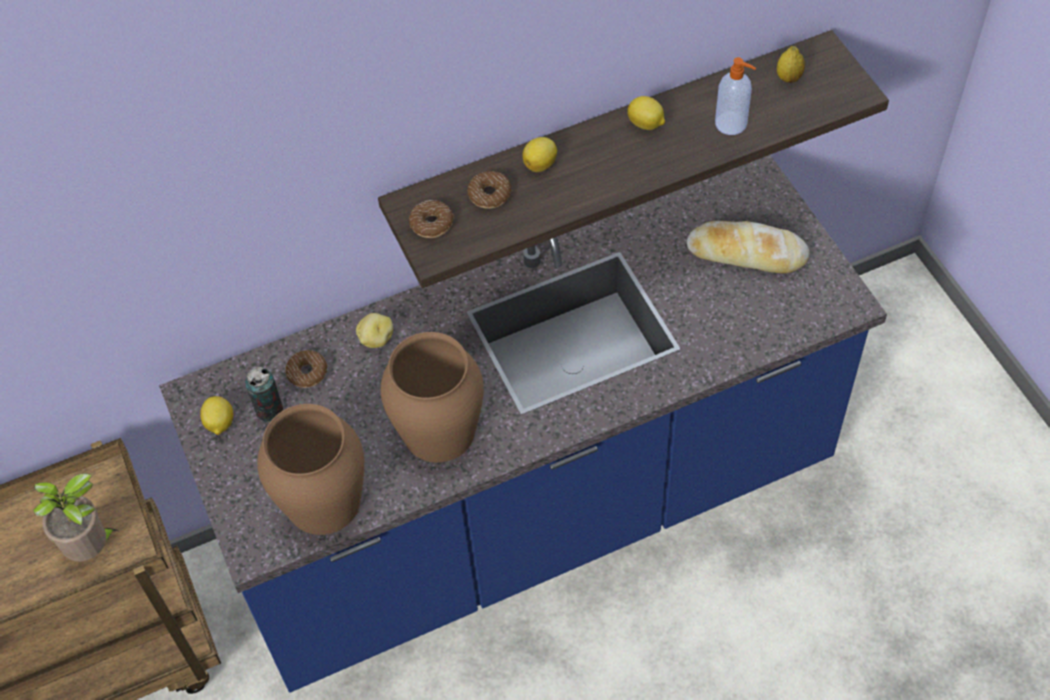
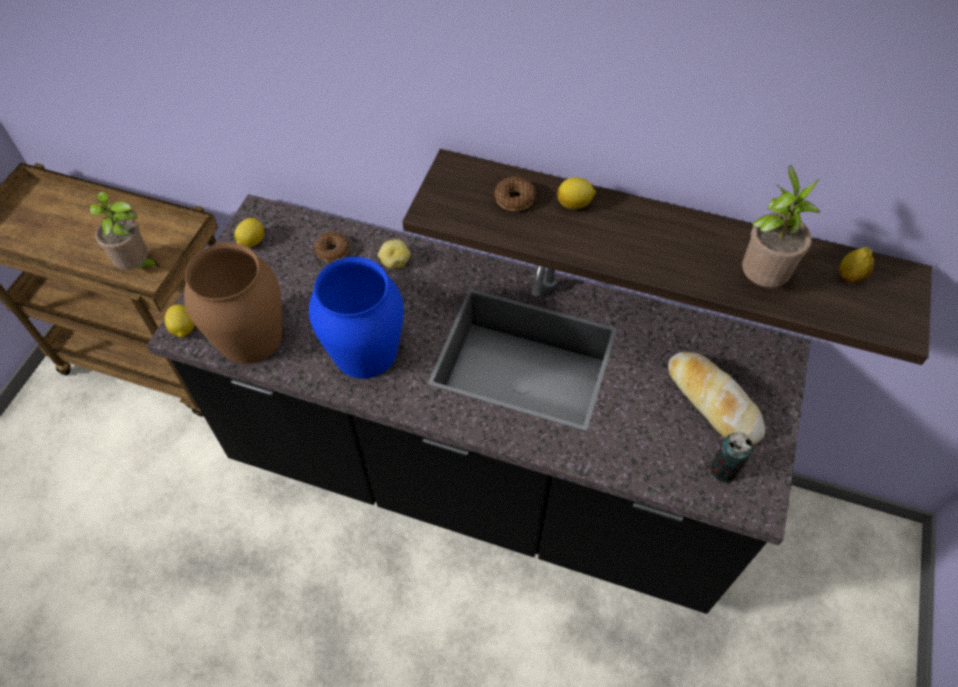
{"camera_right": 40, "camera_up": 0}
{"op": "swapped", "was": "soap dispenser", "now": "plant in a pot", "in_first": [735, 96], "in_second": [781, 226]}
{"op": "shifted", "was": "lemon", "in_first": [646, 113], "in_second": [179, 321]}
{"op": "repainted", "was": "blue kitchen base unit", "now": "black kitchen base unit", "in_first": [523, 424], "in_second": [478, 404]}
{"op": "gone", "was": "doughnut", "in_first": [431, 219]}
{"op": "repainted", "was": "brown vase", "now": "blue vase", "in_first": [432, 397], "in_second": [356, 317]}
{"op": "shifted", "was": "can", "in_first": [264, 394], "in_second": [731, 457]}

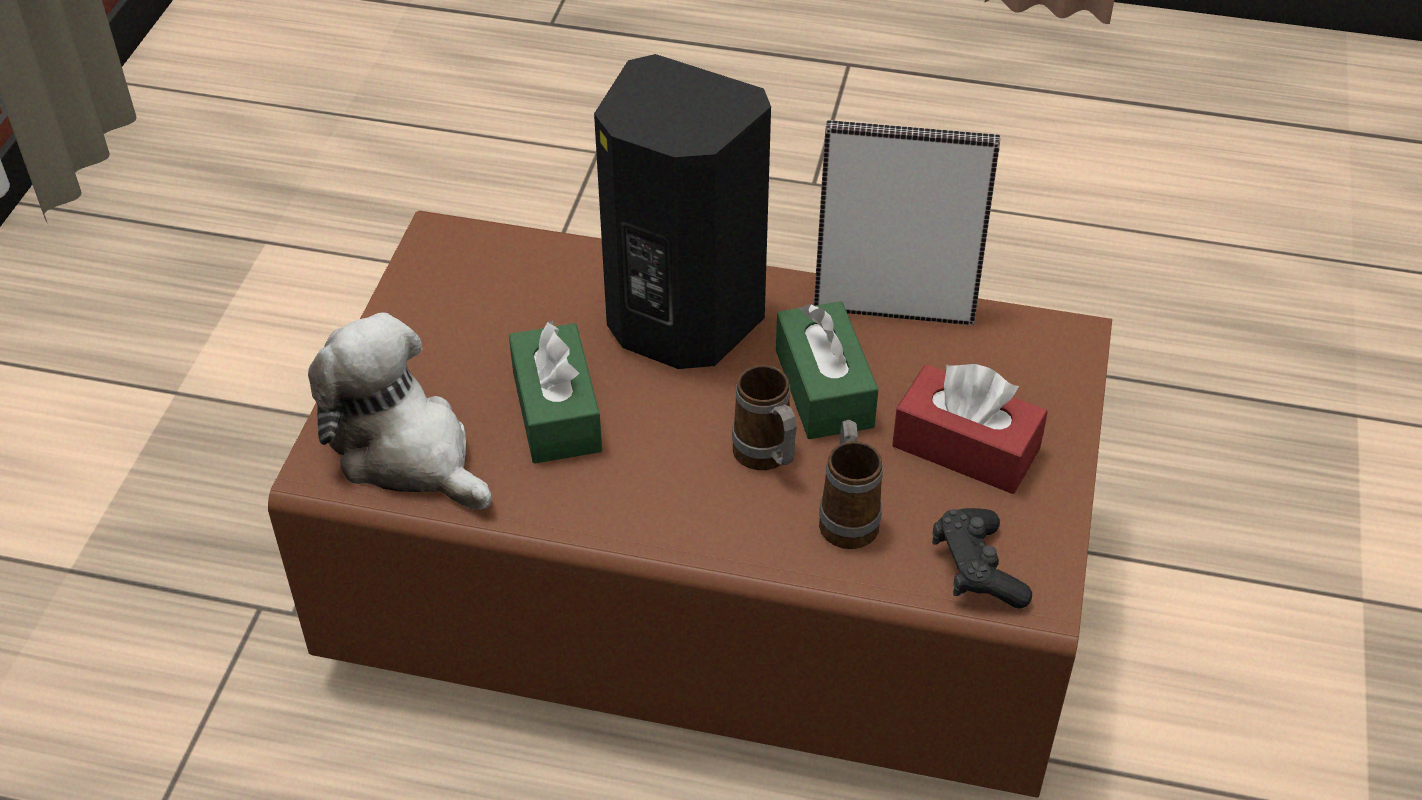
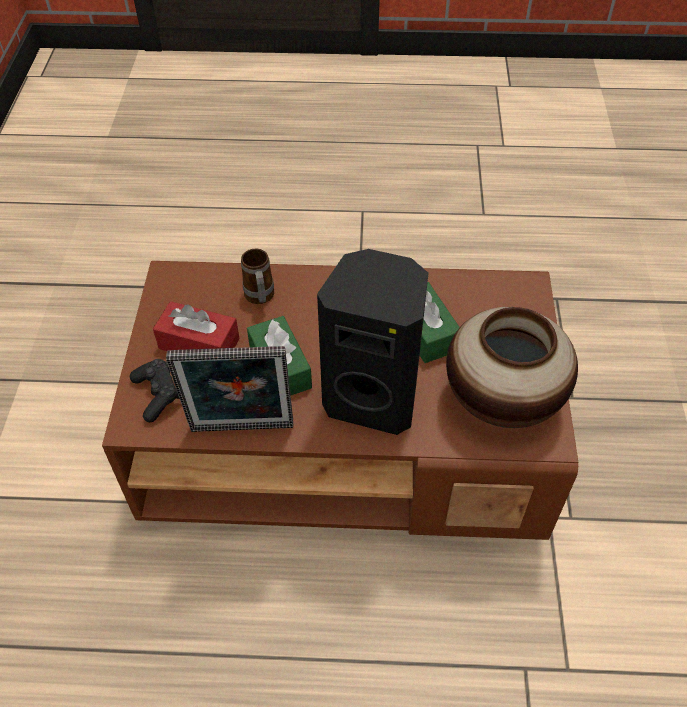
{"camera_right": 170, "camera_up": 5}
{"op": "gone", "was": "soft toy", "in_first": [400, 411]}
{"op": "gone", "was": "tea mug", "in_first": [764, 417]}
{"op": "shifted", "was": "black joypad", "in_first": [982, 558], "in_second": [155, 390]}
{"op": "new", "now": "vase", "in_second": [512, 367]}

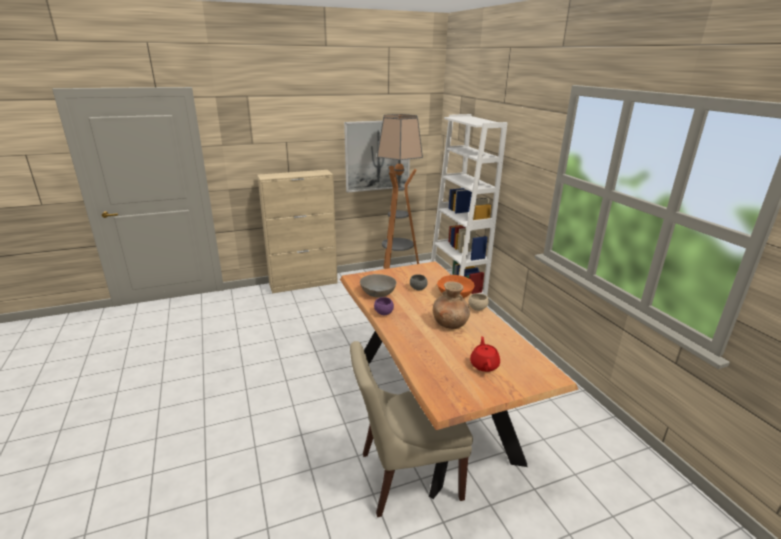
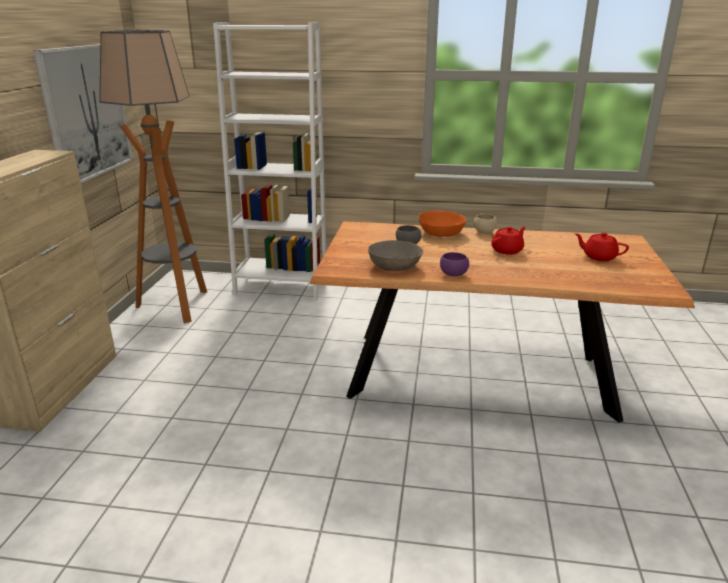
{"camera_right": -60, "camera_up": 0}
{"op": "swapped", "was": "brown vase", "now": "red-coloured tea pot", "in_first": [451, 305], "in_second": [508, 240]}
{"op": "gone", "was": "sand-coloured plain chair", "in_first": [411, 429]}

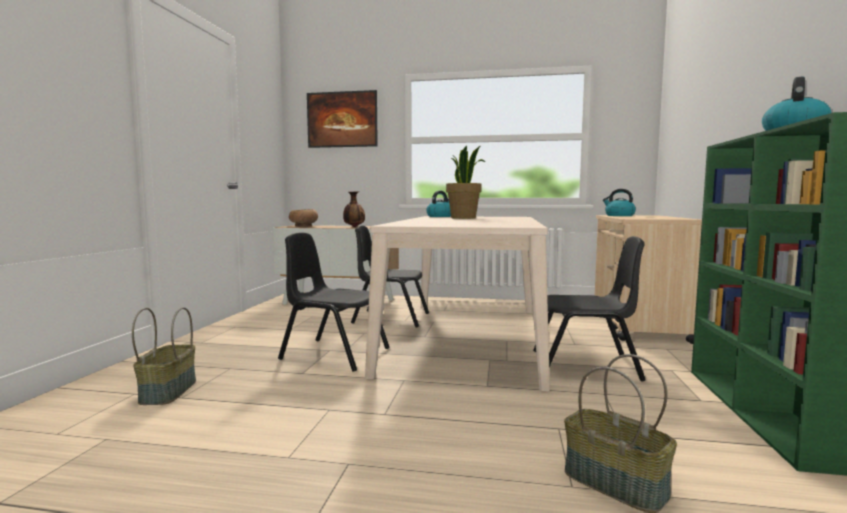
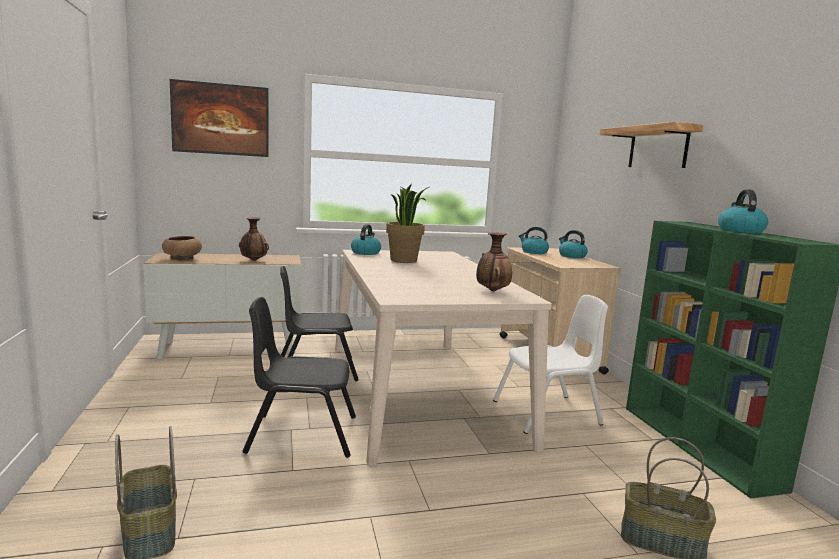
{"camera_right": -25, "camera_up": 5}
{"op": "repainted", "was": "black plain chair", "now": "white-coloured plain chair", "in_first": [589, 308], "in_second": [550, 364]}
{"op": "new", "now": "wall shelf", "in_second": [651, 145]}
{"op": "new", "now": "water kettle", "in_second": [573, 244]}
{"op": "new", "now": "vase", "in_second": [494, 262]}

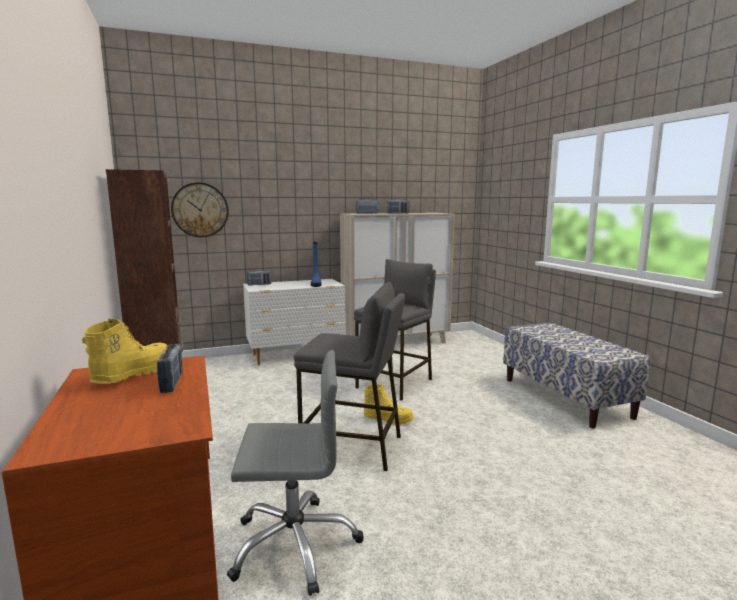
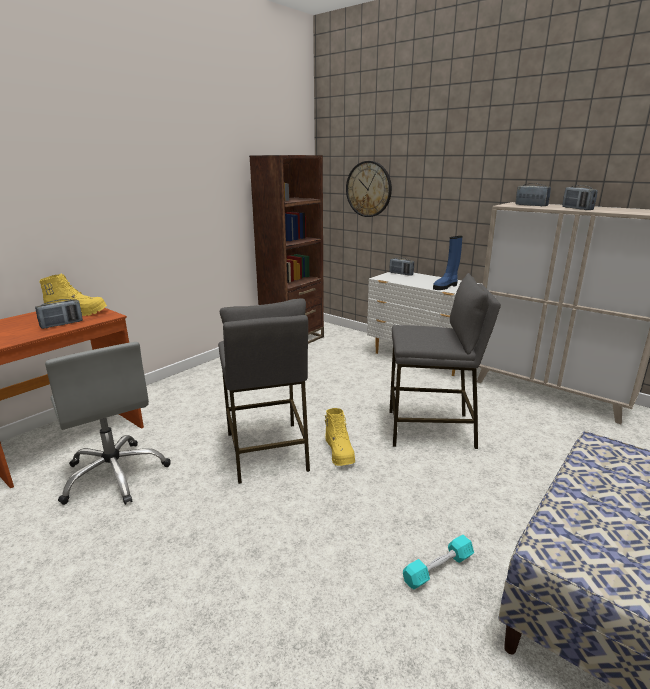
{"camera_right": 60, "camera_up": 10}
{"op": "new", "now": "turquoise-coloured hand weight", "in_second": [438, 562]}

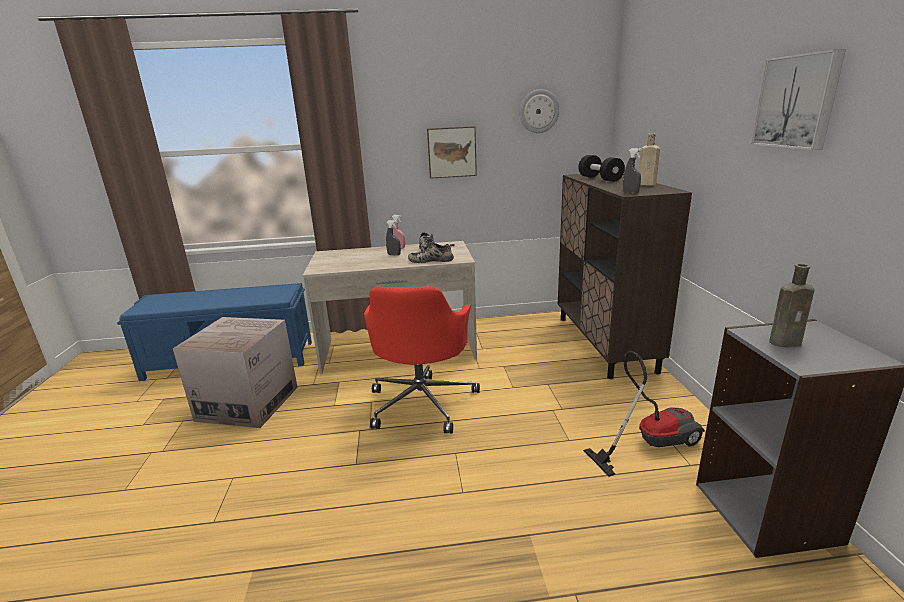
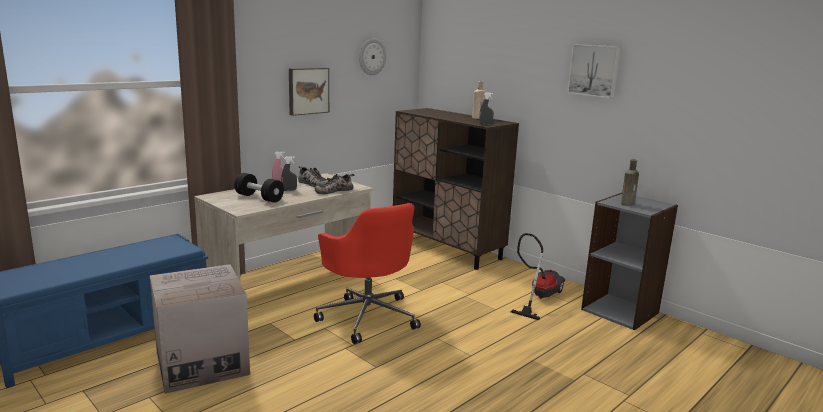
{"camera_right": -40, "camera_up": -5}
{"op": "shifted", "was": "black hand weight", "in_first": [601, 168], "in_second": [259, 188]}

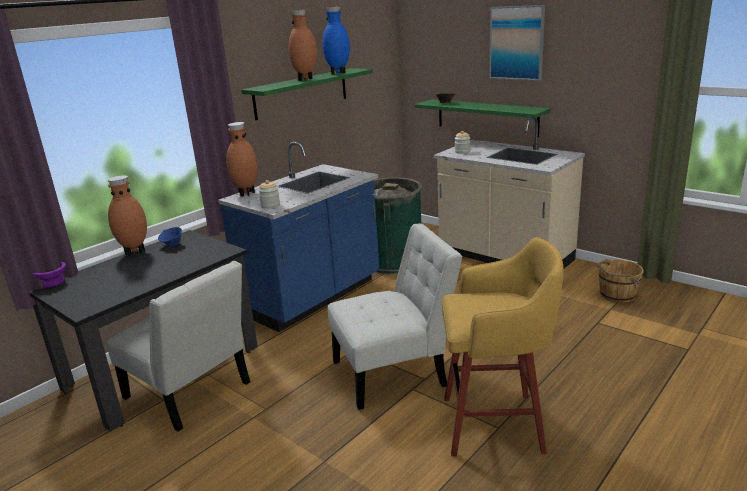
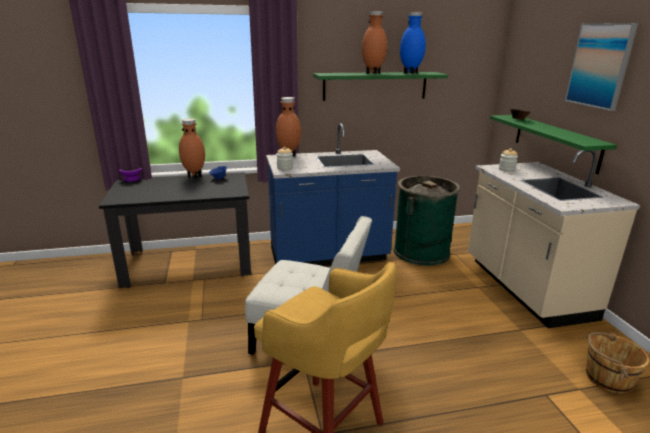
{"camera_right": 35, "camera_up": 0}
{"op": "gone", "was": "white-coloured plain chair", "in_first": [178, 346]}

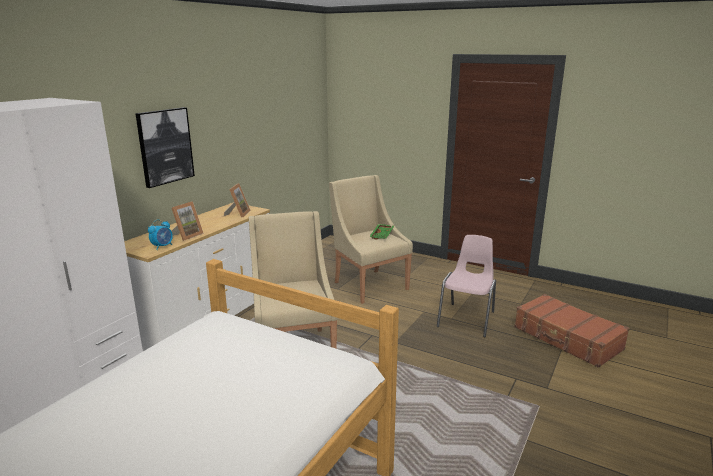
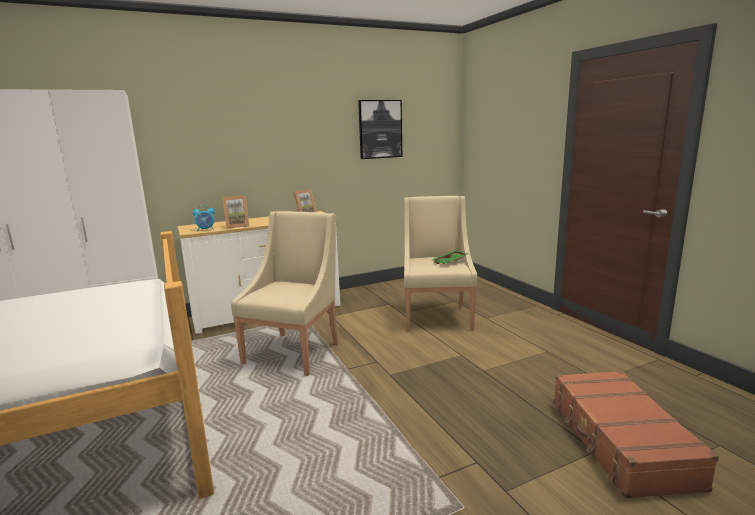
{"camera_right": 35, "camera_up": -5}
{"op": "shifted", "was": "picture", "in_first": [165, 147], "in_second": [380, 129]}
{"op": "gone", "was": "pink plain chair", "in_first": [466, 286]}

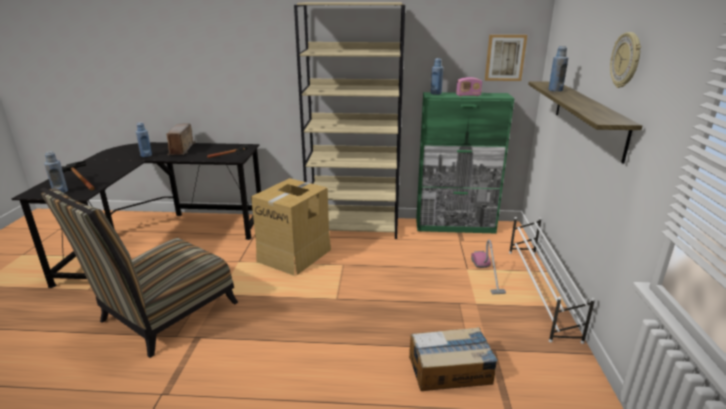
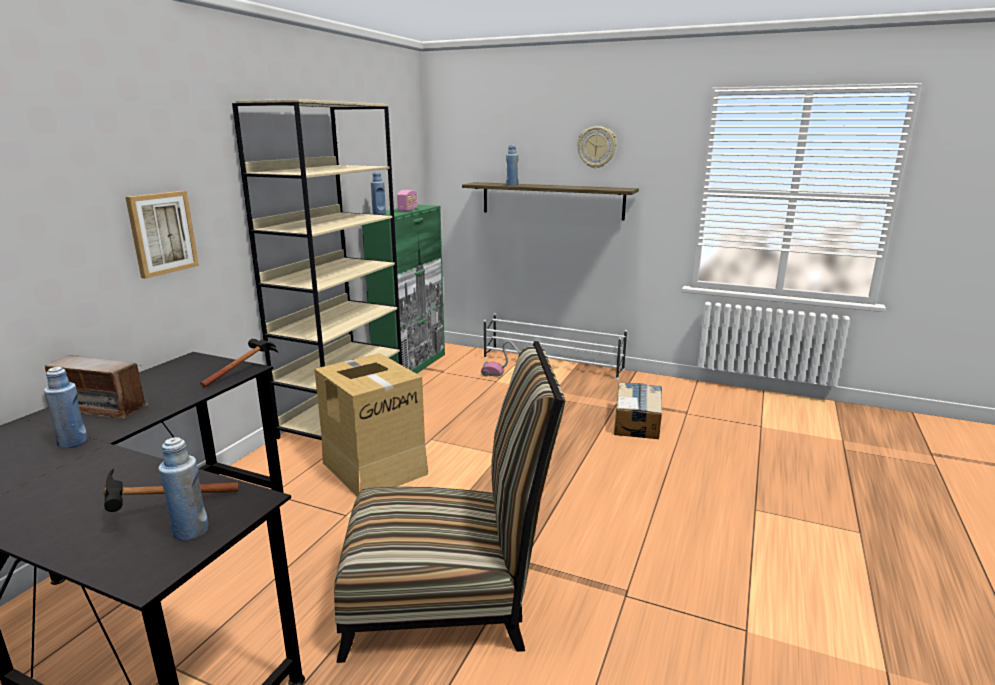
{"camera_right": -70, "camera_up": -5}
{"op": "shifted", "was": "picture", "in_first": [506, 58], "in_second": [162, 235]}
{"op": "rotated", "was": "plain chair", "in_first": [139, 273], "in_second": [449, 502], "clockwise": -60}

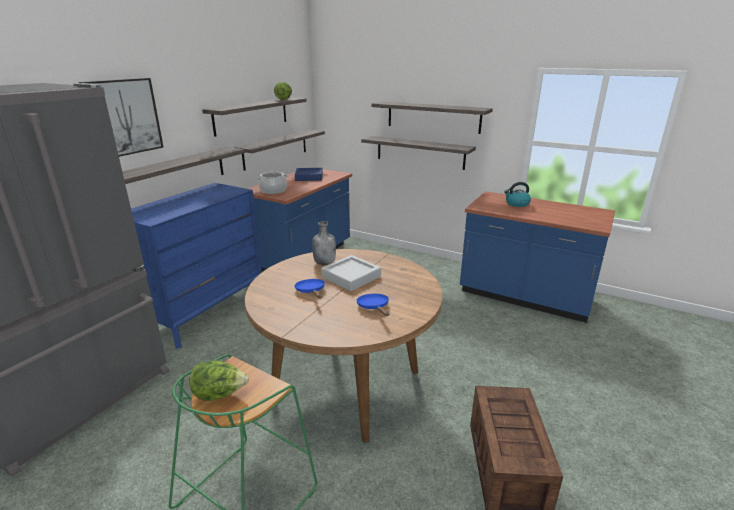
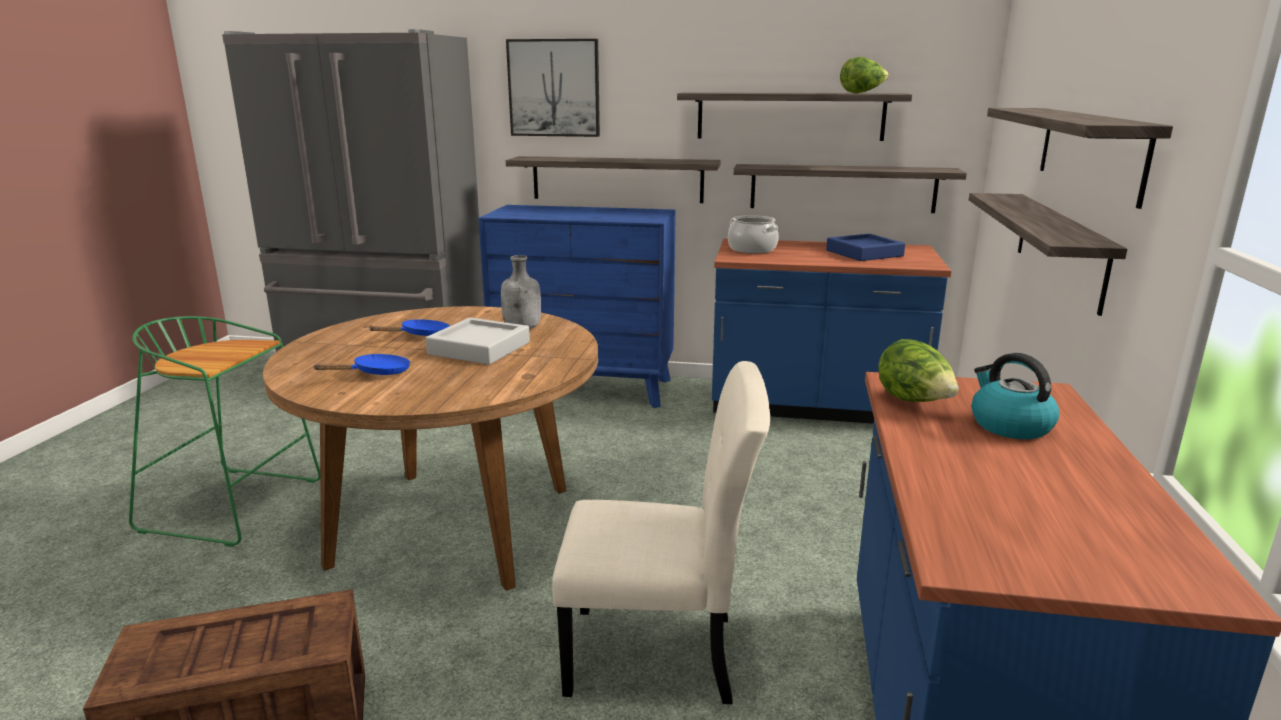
{"camera_right": 70, "camera_up": -5}
{"op": "shifted", "was": "lettuce", "in_first": [219, 381], "in_second": [918, 370]}
{"op": "new", "now": "sand-coloured plain chair", "in_second": [661, 532]}

